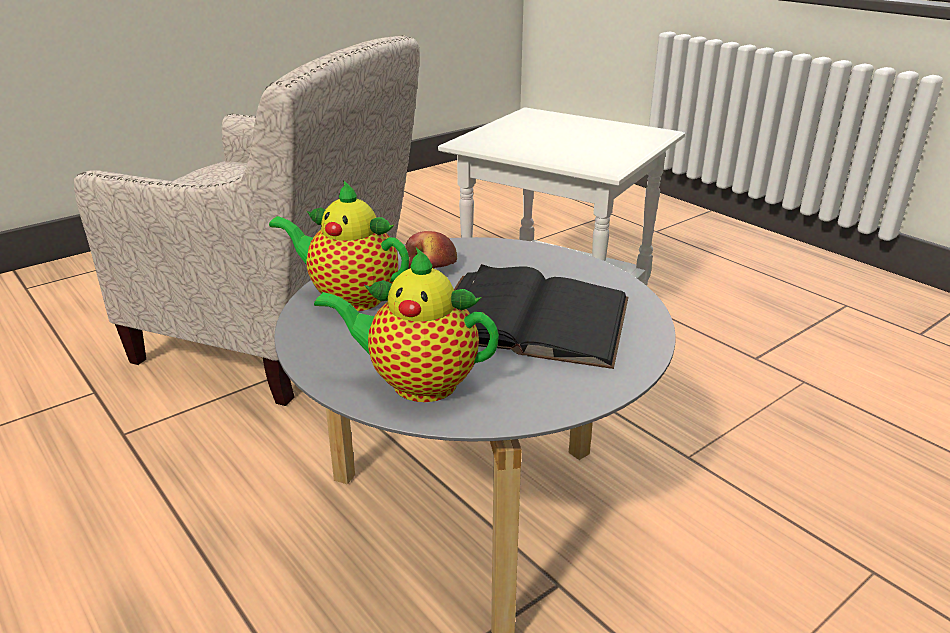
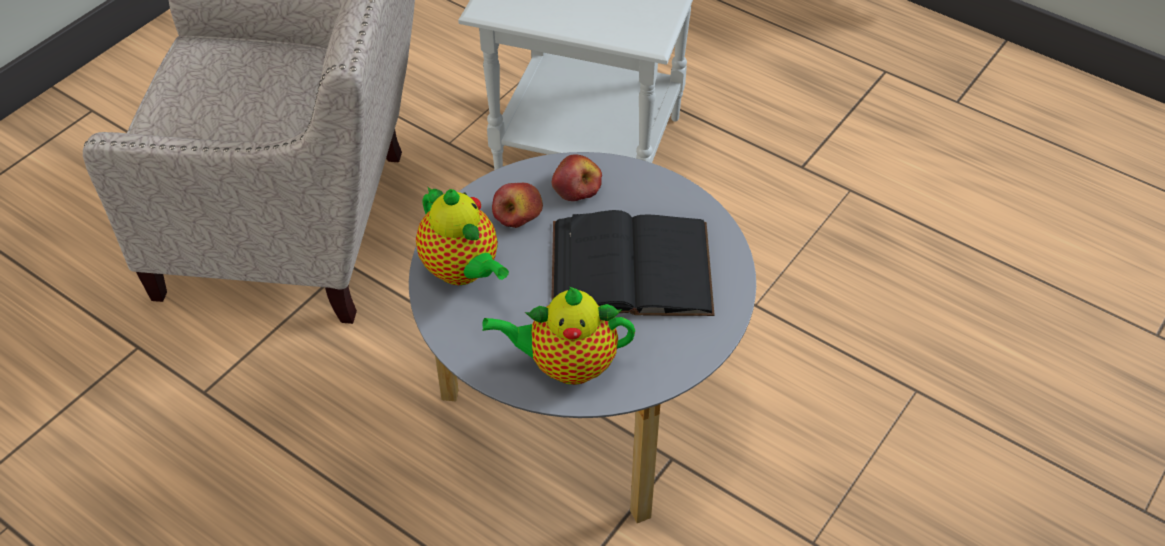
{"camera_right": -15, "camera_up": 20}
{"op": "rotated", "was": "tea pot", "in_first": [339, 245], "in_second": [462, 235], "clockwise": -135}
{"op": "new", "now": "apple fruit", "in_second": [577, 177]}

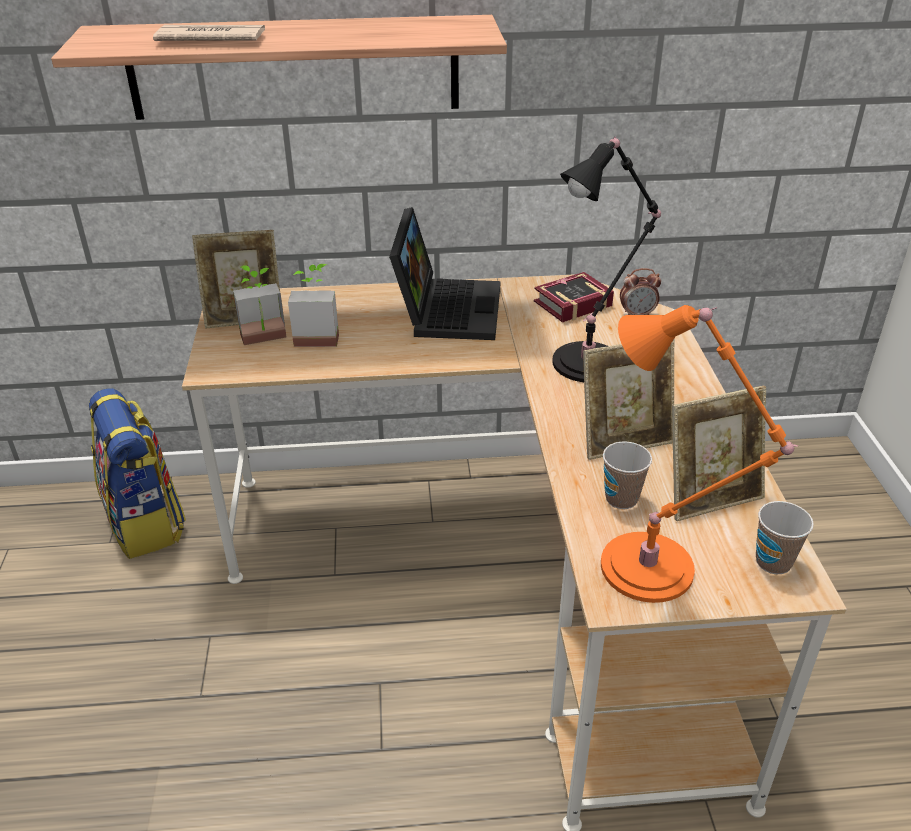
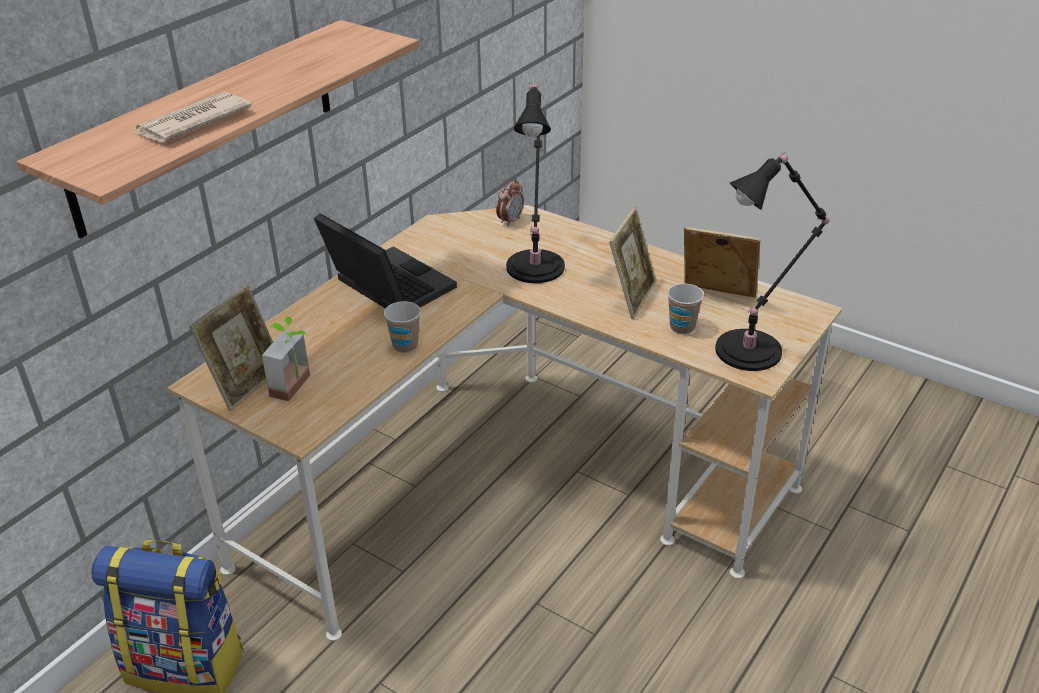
{"camera_right": -50, "camera_up": 0}
{"op": "gone", "was": "plant in a pot", "in_first": [313, 305]}
{"op": "gone", "was": "book", "in_first": [574, 297]}
{"op": "repainted", "was": "orange tabletop lamp", "now": "black tabletop lamp", "in_first": [699, 454], "in_second": [772, 261]}
{"op": "rotated", "was": "standing frame", "in_first": [719, 453], "in_second": [722, 262], "clockwise": -90}
{"op": "shifted", "was": "drinking cup", "in_first": [785, 537], "in_second": [402, 327]}

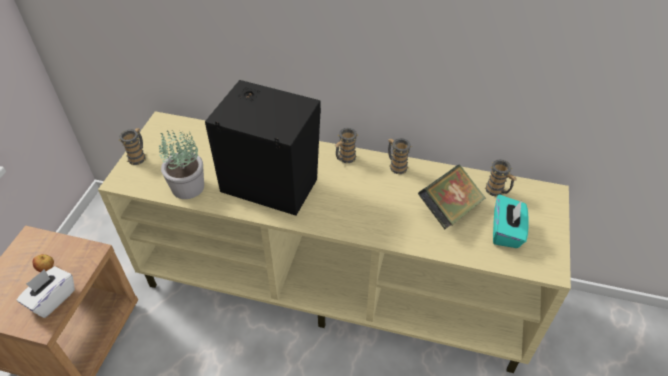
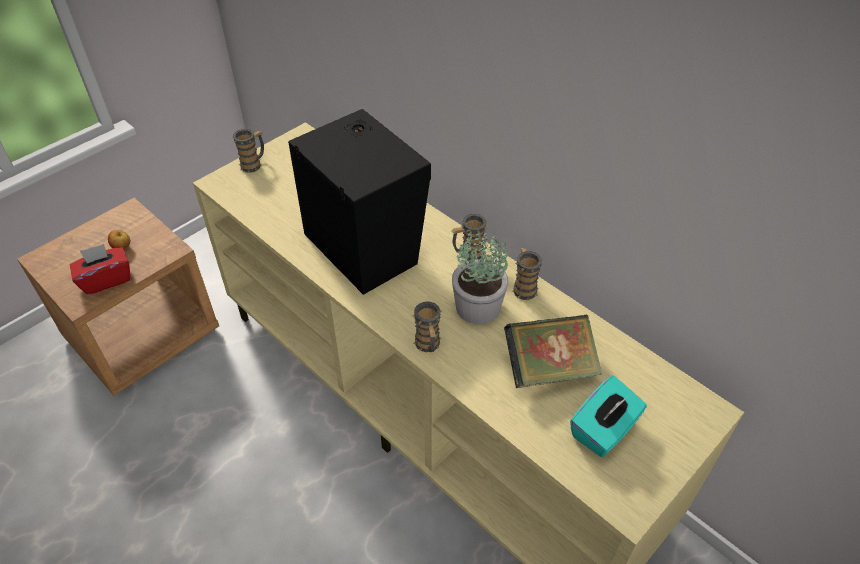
{"camera_right": 30, "camera_up": 0}
{"op": "shifted", "was": "plant in a pot", "in_first": [181, 164], "in_second": [480, 276]}
{"op": "shifted", "was": "tea mug", "in_first": [500, 178], "in_second": [427, 327]}
{"op": "repainted", "was": "white-coloured box of tissues", "now": "red-coloured box of tissues", "in_first": [46, 292], "in_second": [100, 269]}

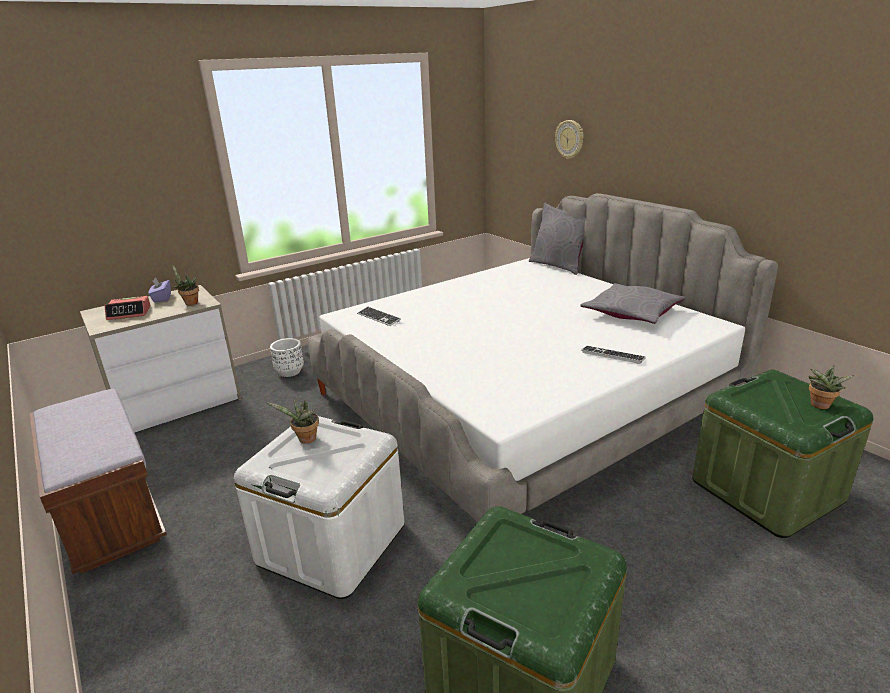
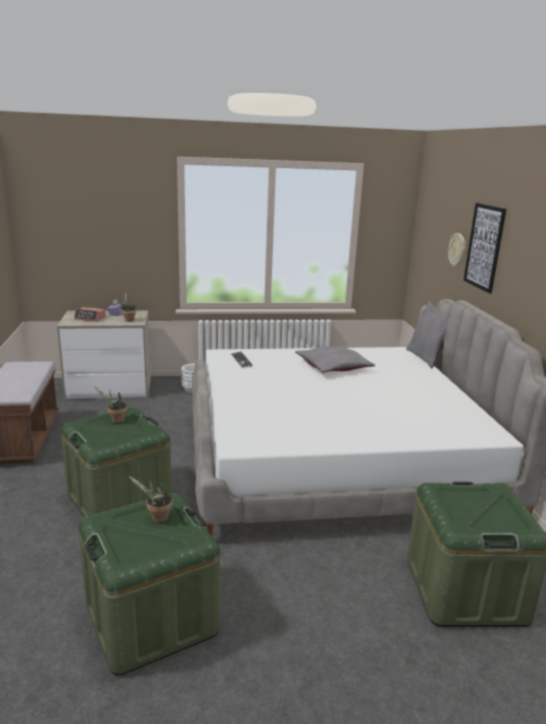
{"camera_right": 25, "camera_up": -5}
{"op": "shifted", "was": "grey pillow", "in_first": [632, 303], "in_second": [335, 359]}
{"op": "gone", "was": "PC keyboard", "in_first": [613, 355]}
{"op": "shifted", "was": "plant in a pot", "in_first": [831, 387], "in_second": [150, 499]}
{"op": "repainted", "was": "white-coloured storage bin", "now": "greenish storage bin", "in_first": [319, 507], "in_second": [116, 462]}
{"op": "new", "now": "picture", "in_second": [484, 248]}

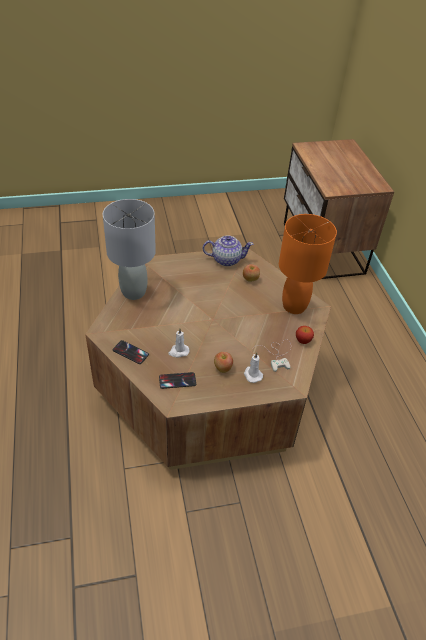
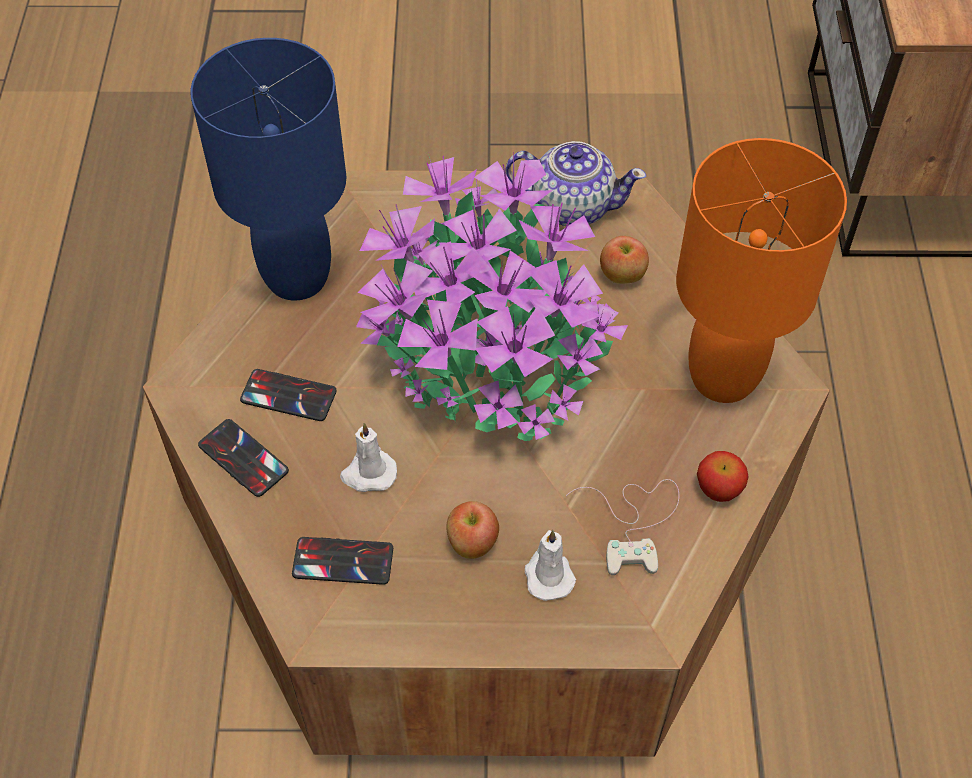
{"camera_right": 15, "camera_up": 10}
{"op": "repainted", "was": "grey tabletop lamp", "now": "blue tabletop lamp", "in_first": [129, 249], "in_second": [268, 169]}
{"op": "new", "now": "plant in a pot", "in_second": [492, 296]}
{"op": "new", "now": "phone", "in_second": [288, 395]}

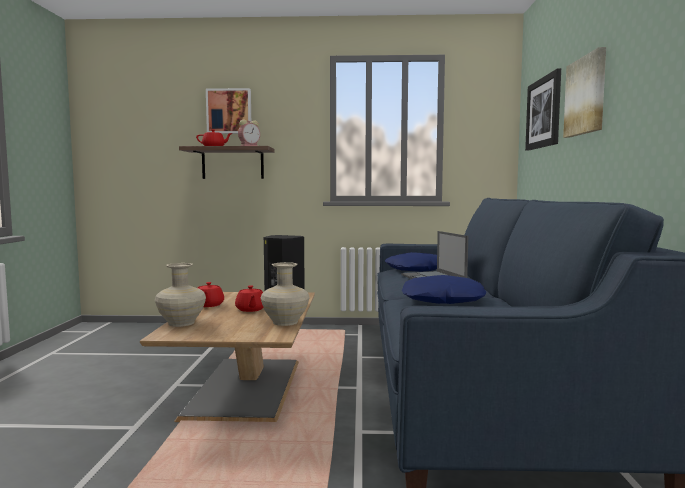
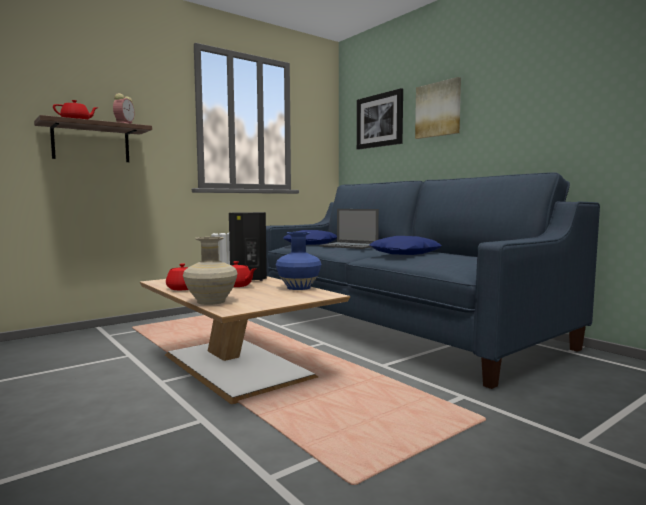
{"camera_right": -40, "camera_up": 0}
{"op": "gone", "was": "picture", "in_first": [228, 111]}
{"op": "repainted", "was": "sand-coloured vase", "now": "blue vase", "in_first": [285, 294], "in_second": [298, 261]}

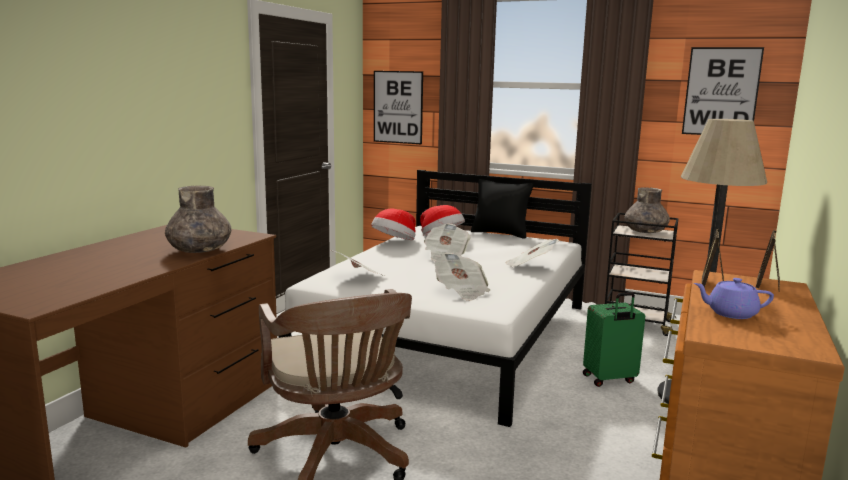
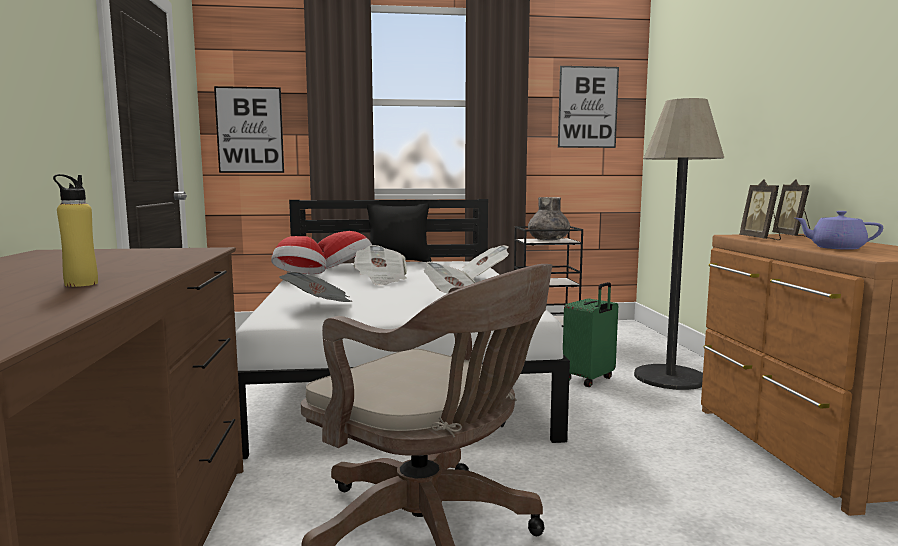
{"camera_right": -30, "camera_up": -5}
{"op": "gone", "was": "grey vase", "in_first": [198, 219]}
{"op": "rotated", "was": "purple-coloured tea pot", "in_first": [734, 298], "in_second": [839, 230], "clockwise": 45}
{"op": "new", "now": "yellowish beverage bottle", "in_second": [75, 230]}

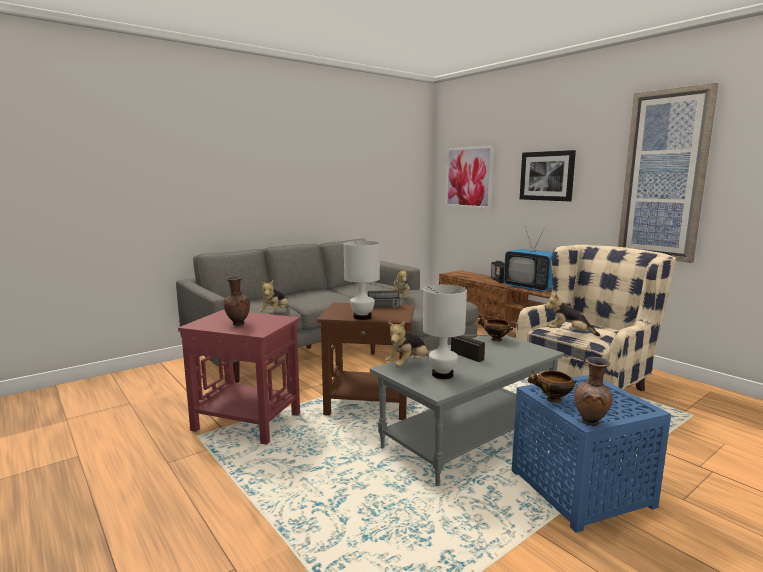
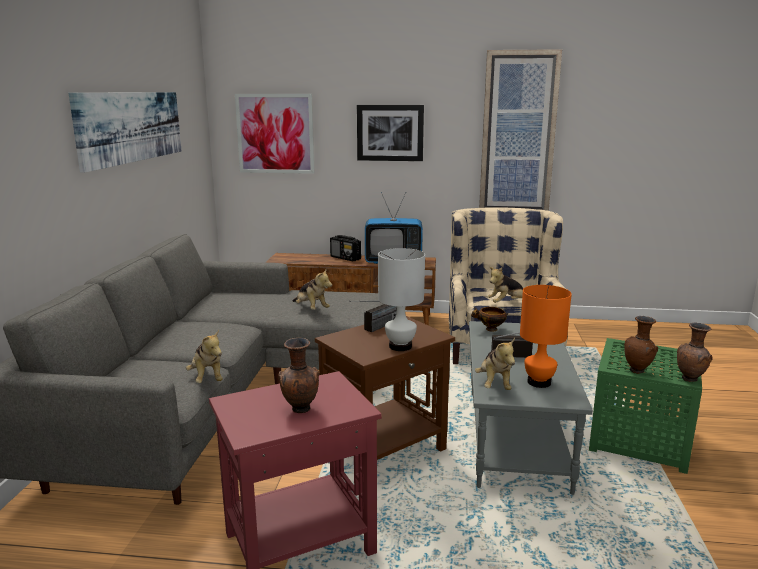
{"camera_right": -45, "camera_up": 5}
{"op": "repainted", "was": "white-coloured tabletop lamp", "now": "orange tabletop lamp", "in_first": [445, 332], "in_second": [546, 336]}
{"op": "swapped", "was": "serving bowl", "now": "brown vase", "in_first": [552, 386], "in_second": [641, 345]}
{"op": "repainted", "was": "blue accent table", "now": "greenish accent table", "in_first": [591, 454], "in_second": [645, 406]}
{"op": "new", "now": "picture", "in_second": [125, 132]}

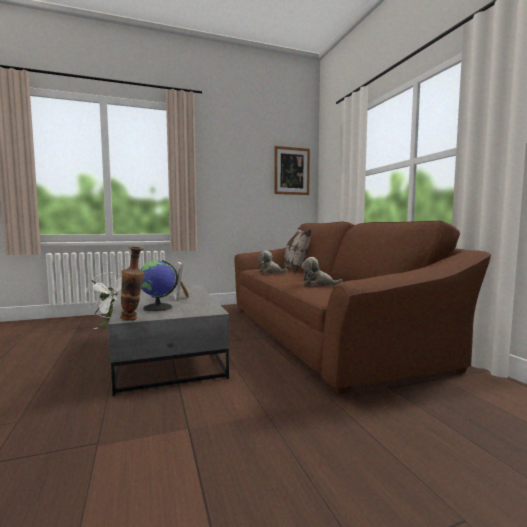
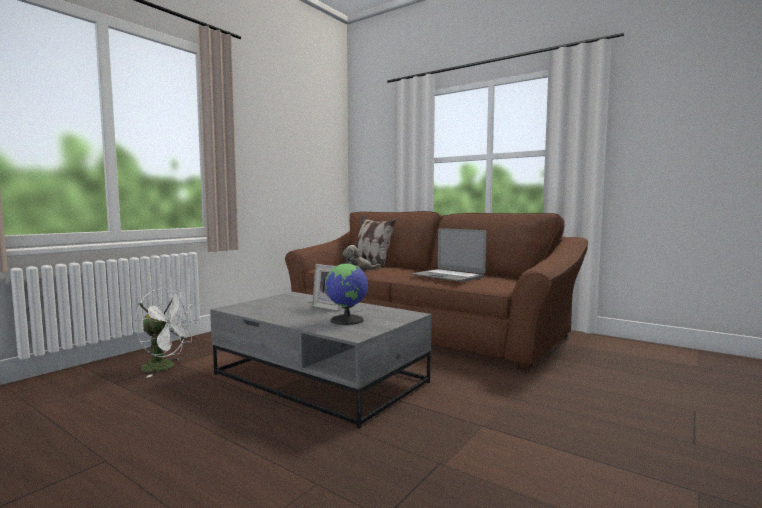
{"camera_right": -35, "camera_up": 0}
{"op": "gone", "was": "picture", "in_first": [292, 170]}
{"op": "gone", "was": "vase", "in_first": [132, 284]}
{"op": "swapped", "was": "soft toy", "now": "laptop", "in_first": [322, 271], "in_second": [449, 255]}

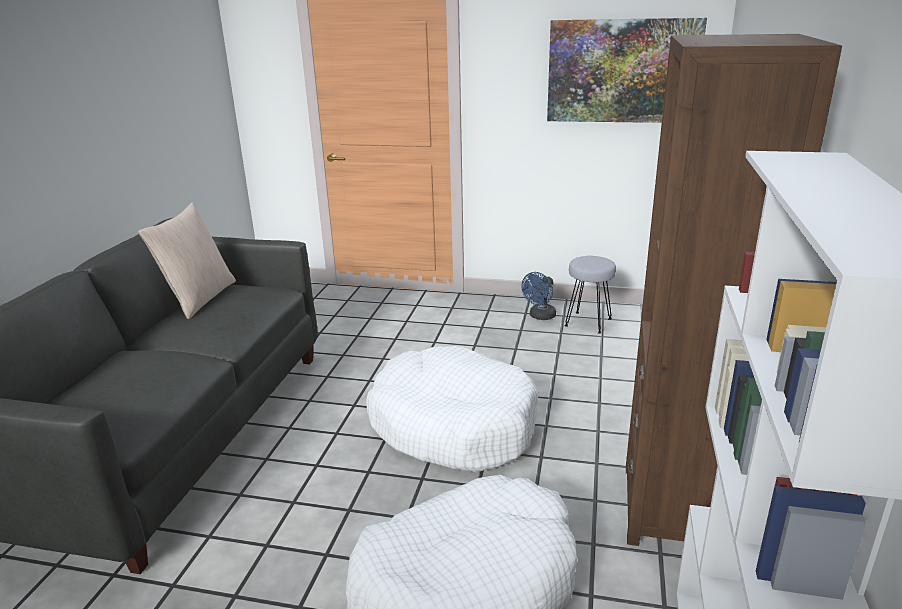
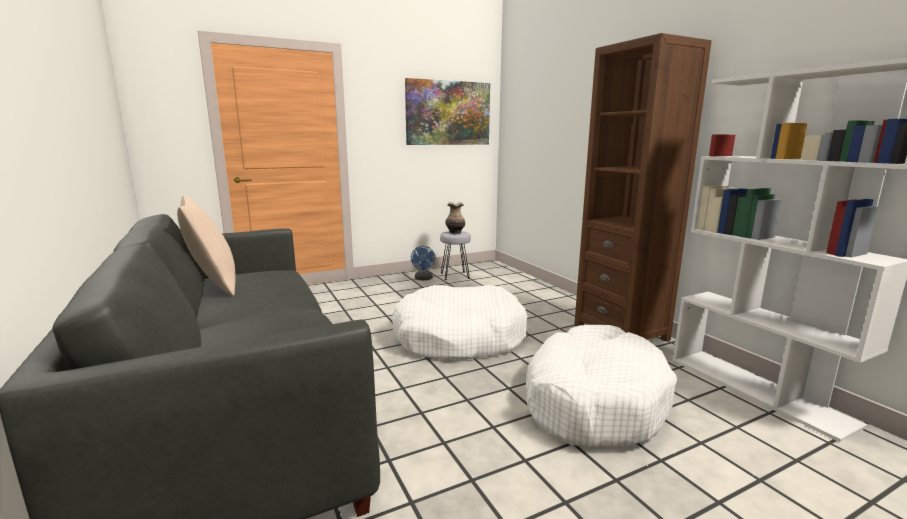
{"camera_right": -40, "camera_up": -10}
{"op": "new", "now": "vase", "in_second": [455, 218]}

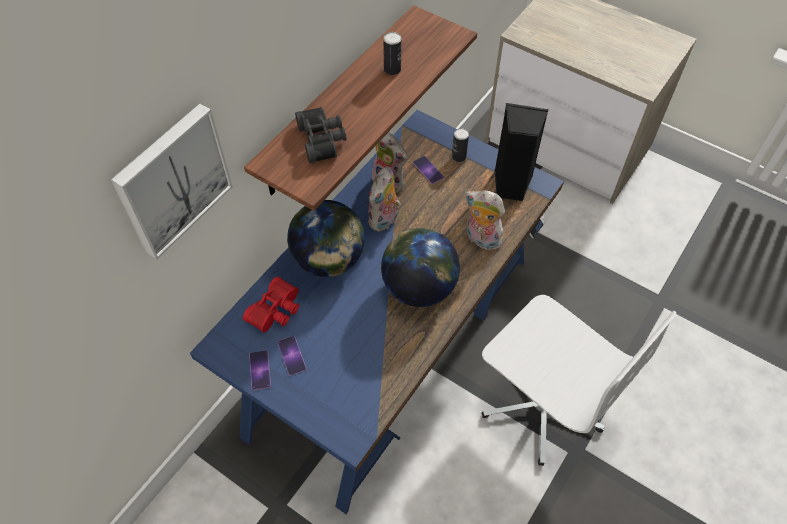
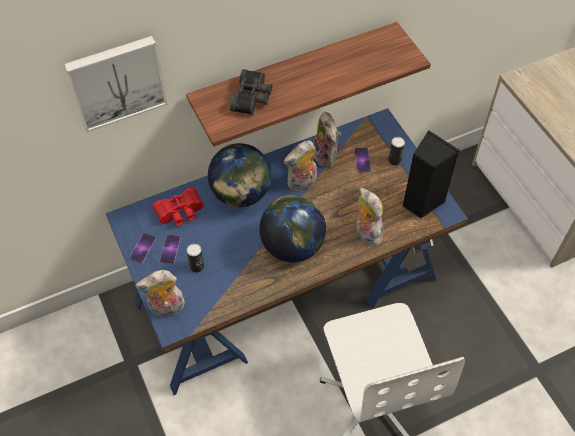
{"camera_right": 30, "camera_up": 0}
{"op": "shifted", "was": "can", "in_first": [392, 53], "in_second": [195, 258]}
{"op": "new", "now": "soft toy", "in_second": [160, 293]}

